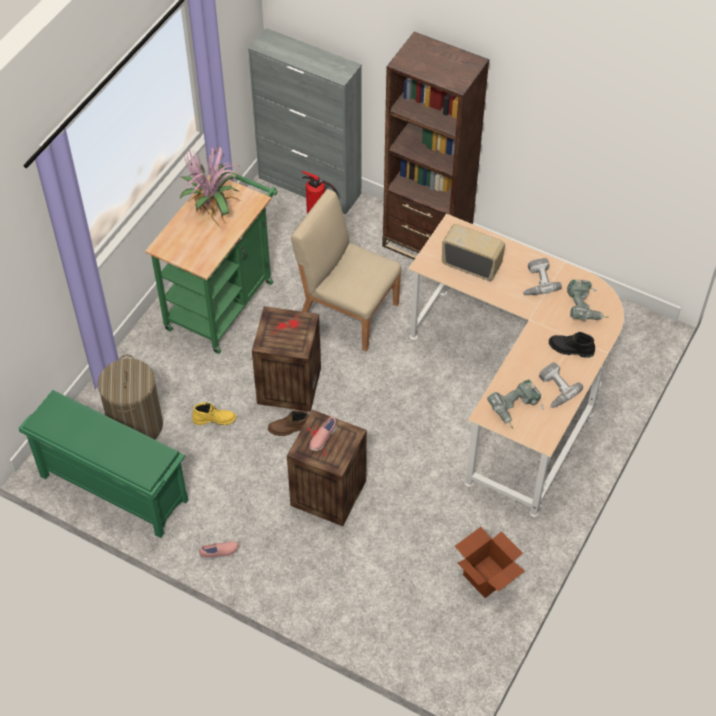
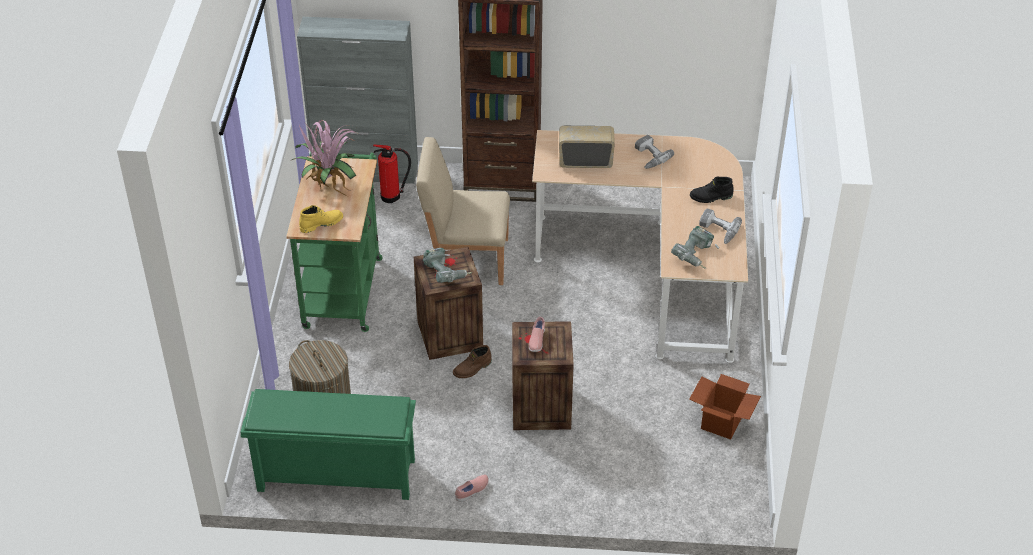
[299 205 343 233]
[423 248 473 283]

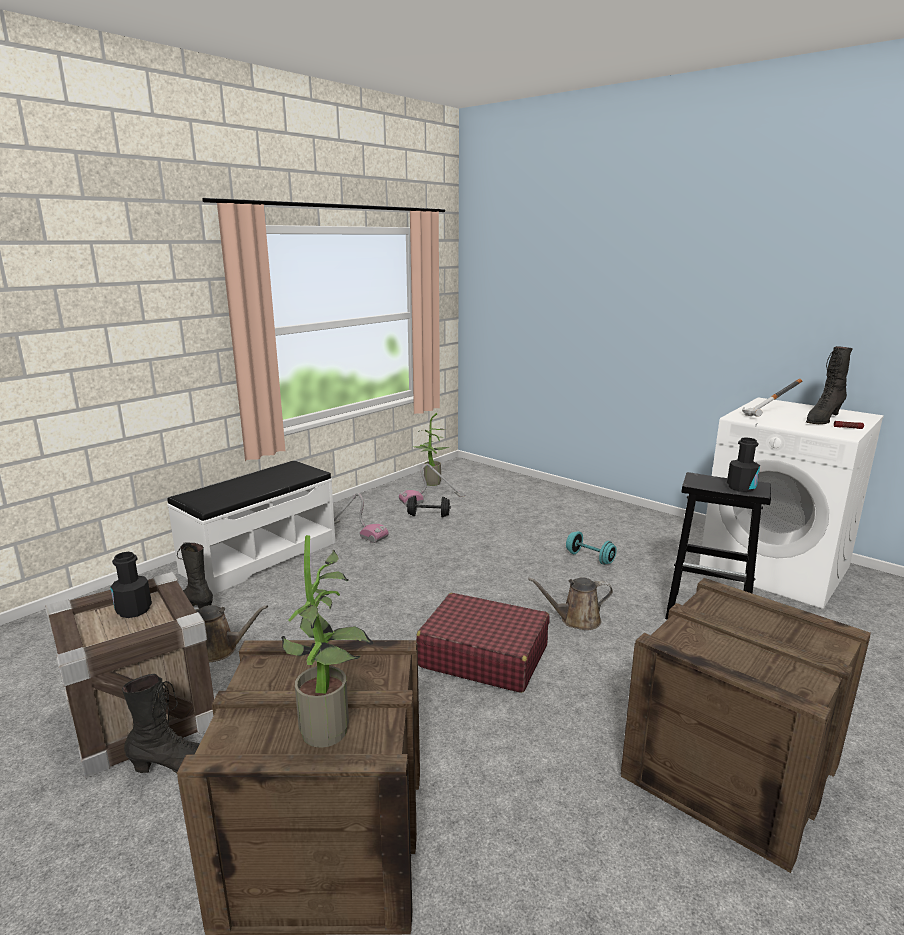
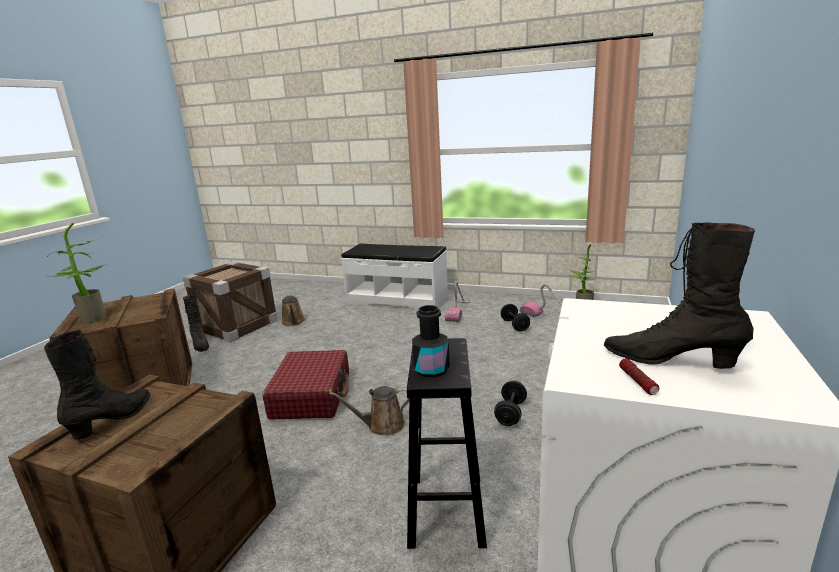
[110 552 152 618] (first image)
[44 329 151 440]
[329 386 410 436]
[494 381 527 426]
[742 379 802 417] (first image)

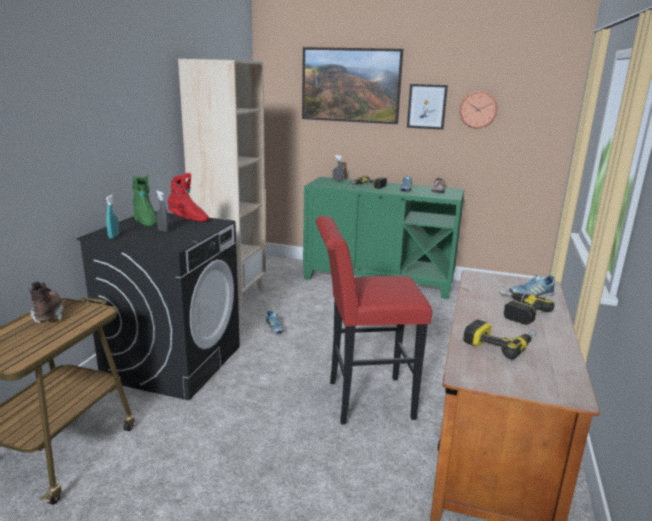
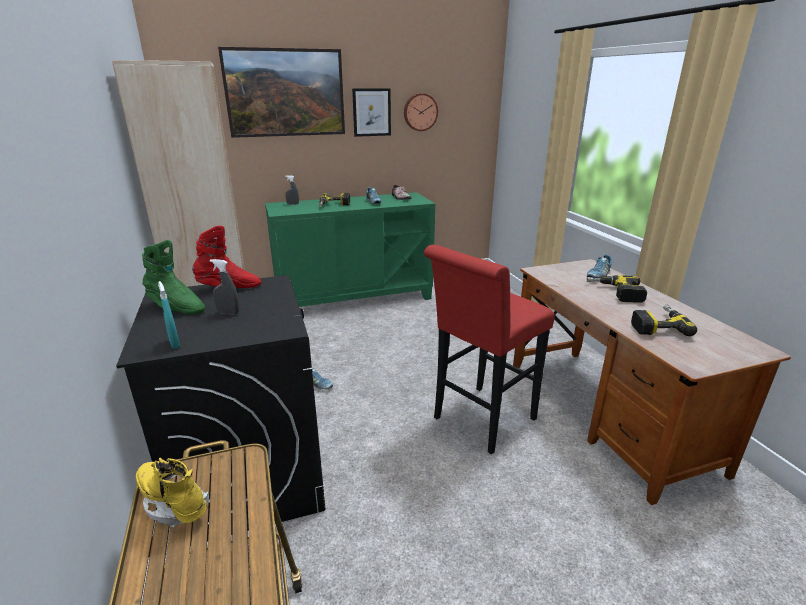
[136 457 211 527]

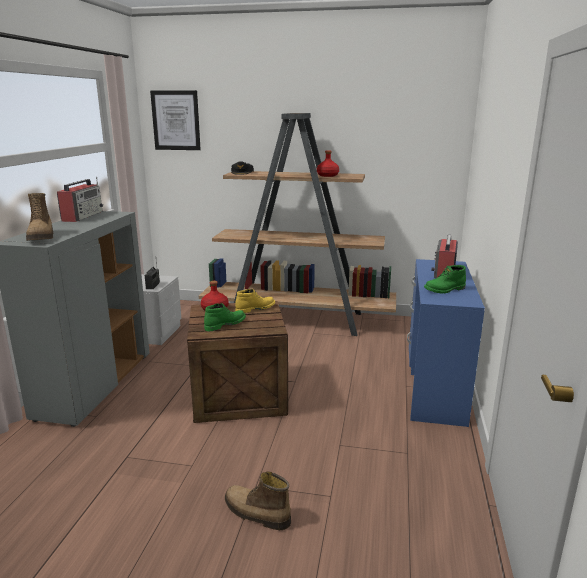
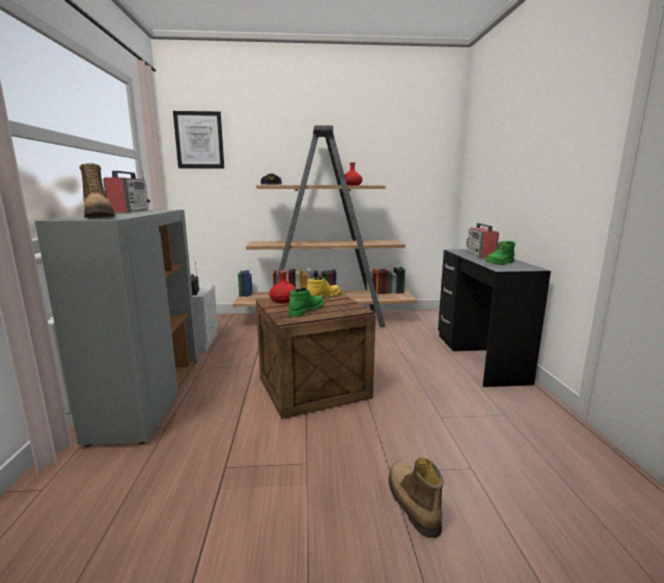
[389 457 444 538]
[438 249 551 387]

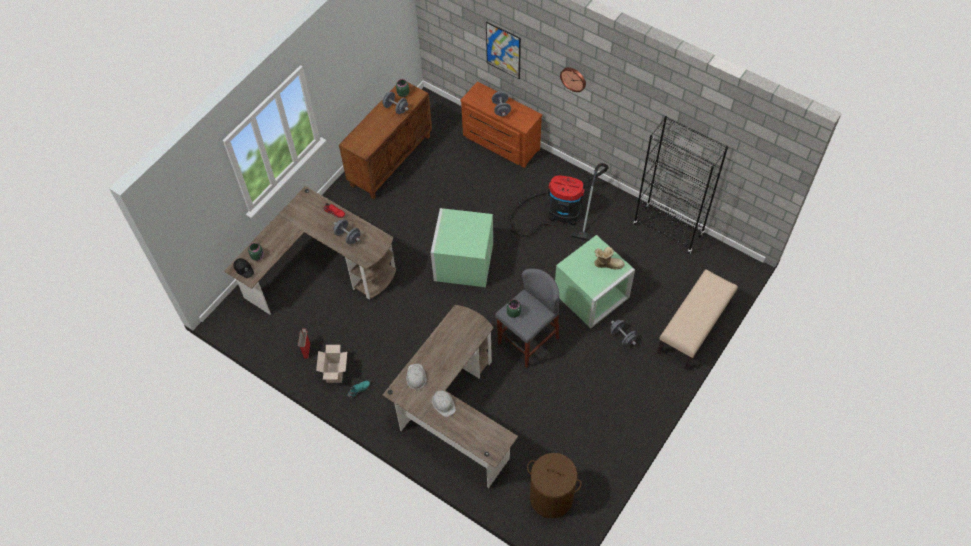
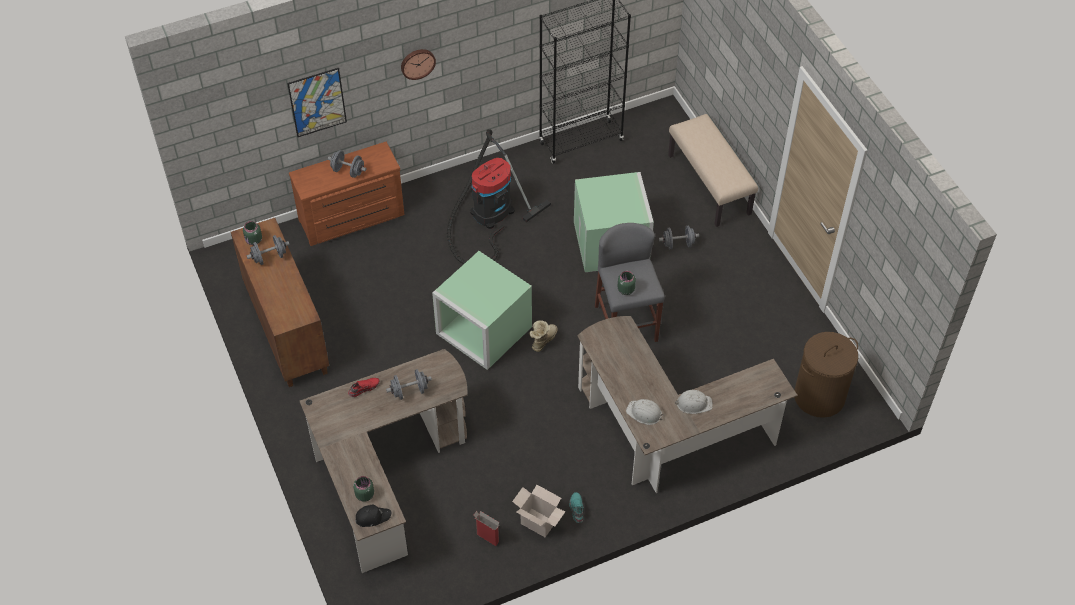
[529 320 558 352]

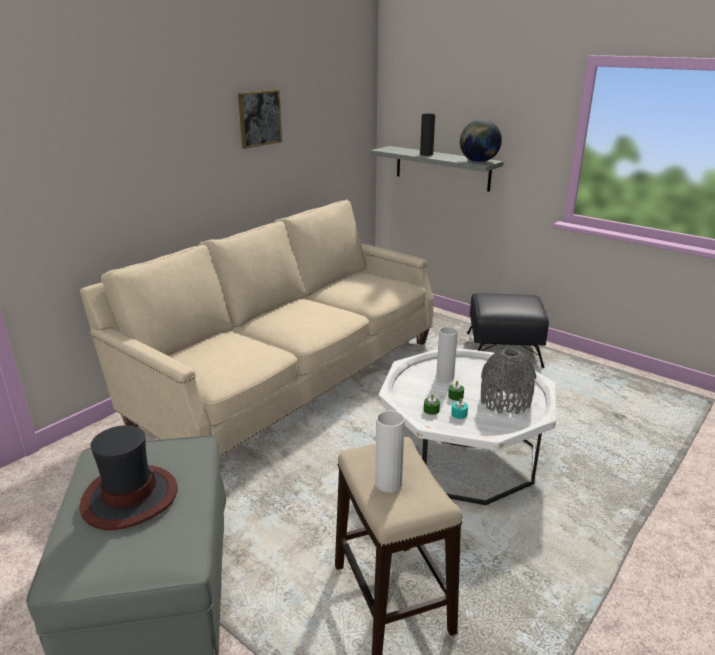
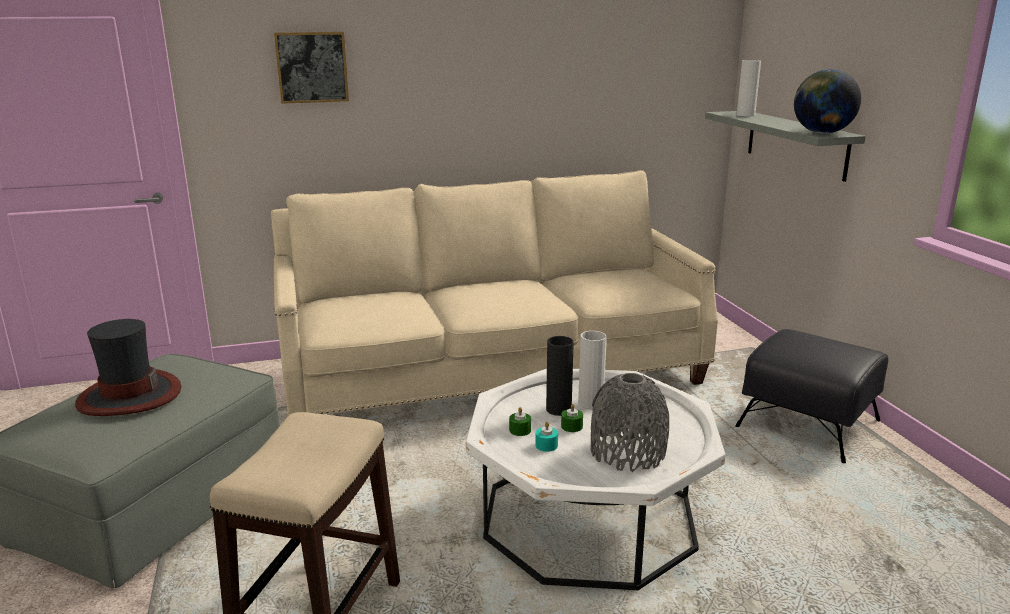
[274 32 349 104]
[737 60 761 116]
[546 336 574 416]

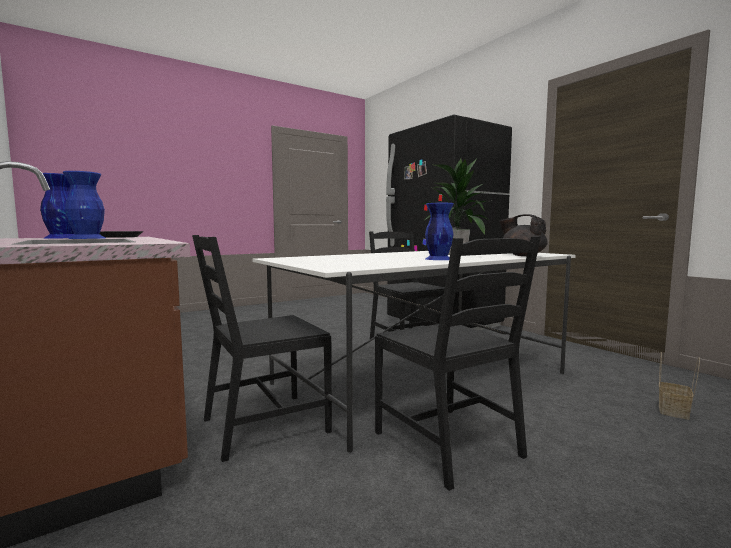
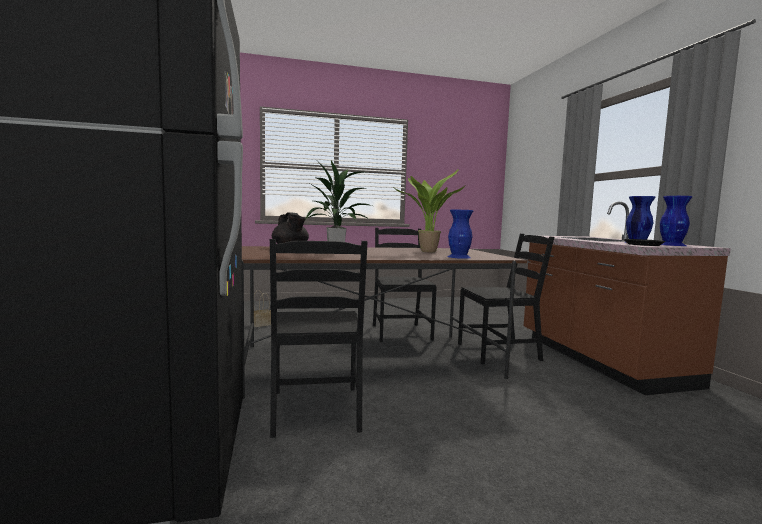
[242 246 527 399]
[448 209 473 259]
[394 169 465 252]

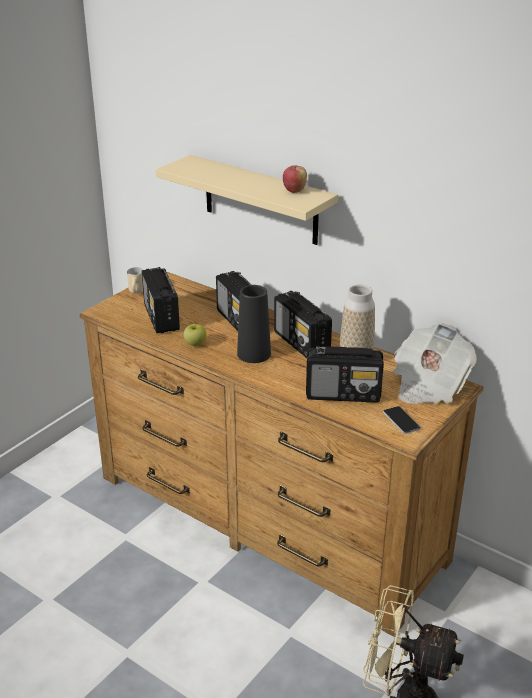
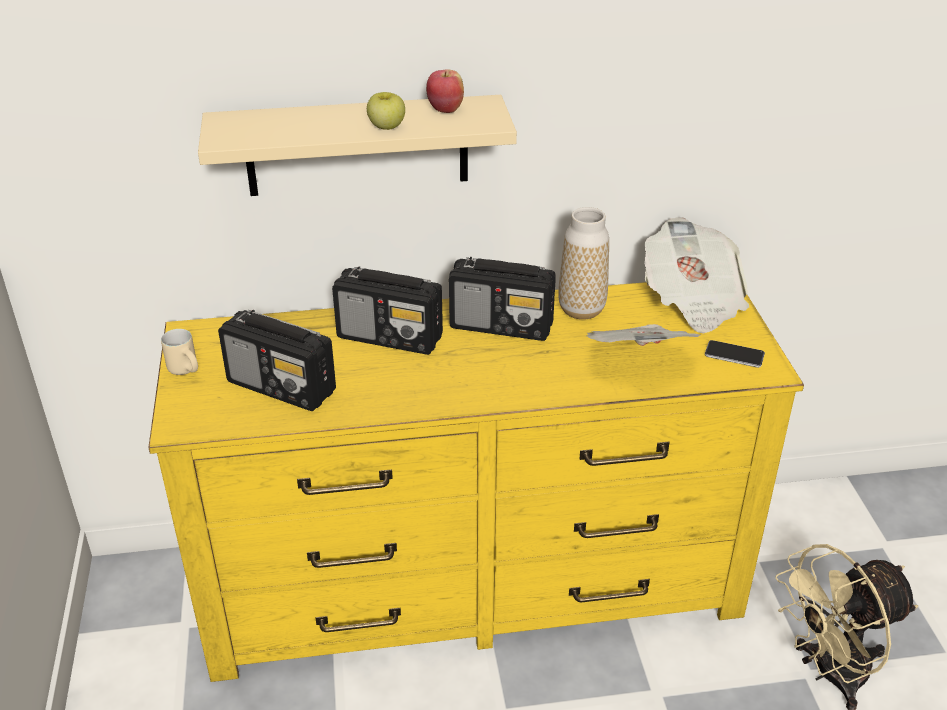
[148 282 804 682]
[367 92 405 130]
[237 285 271 363] (first image)
[587 324 700 346]

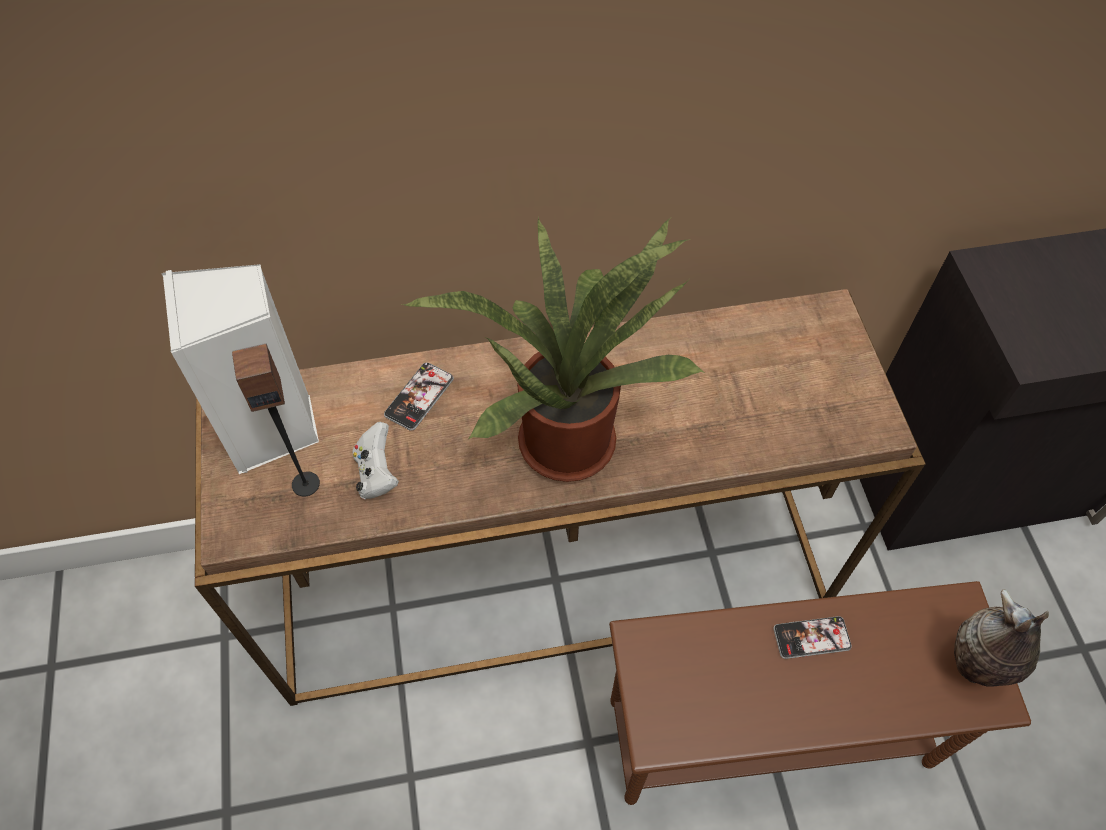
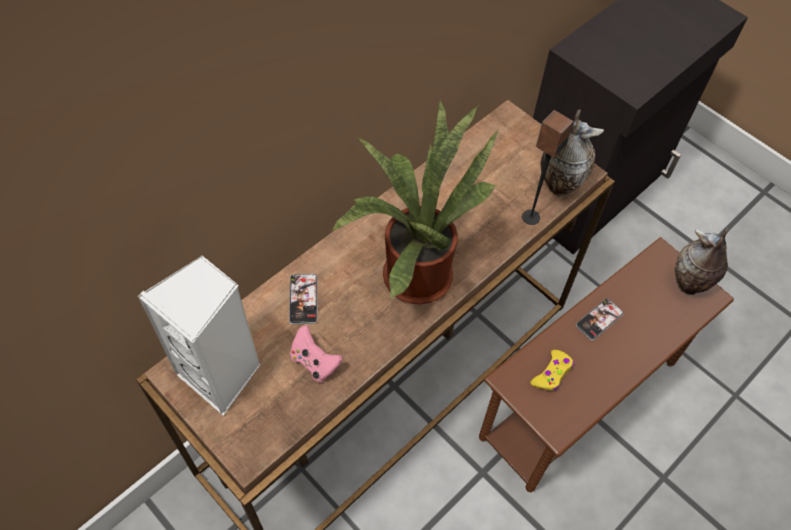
[522 110 574 225]
[290 325 343 382]
[530 350 574 390]
[540 109 604 197]

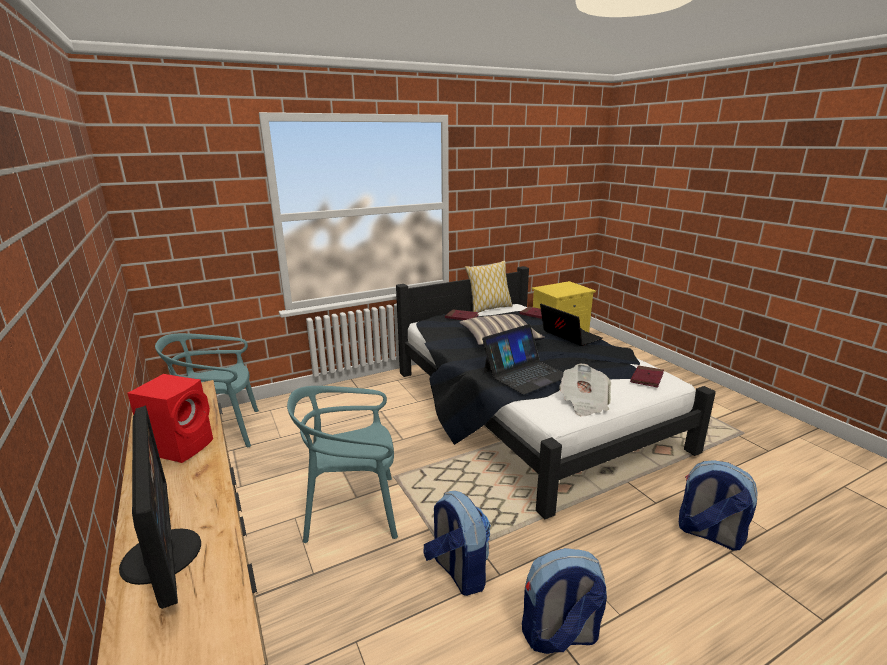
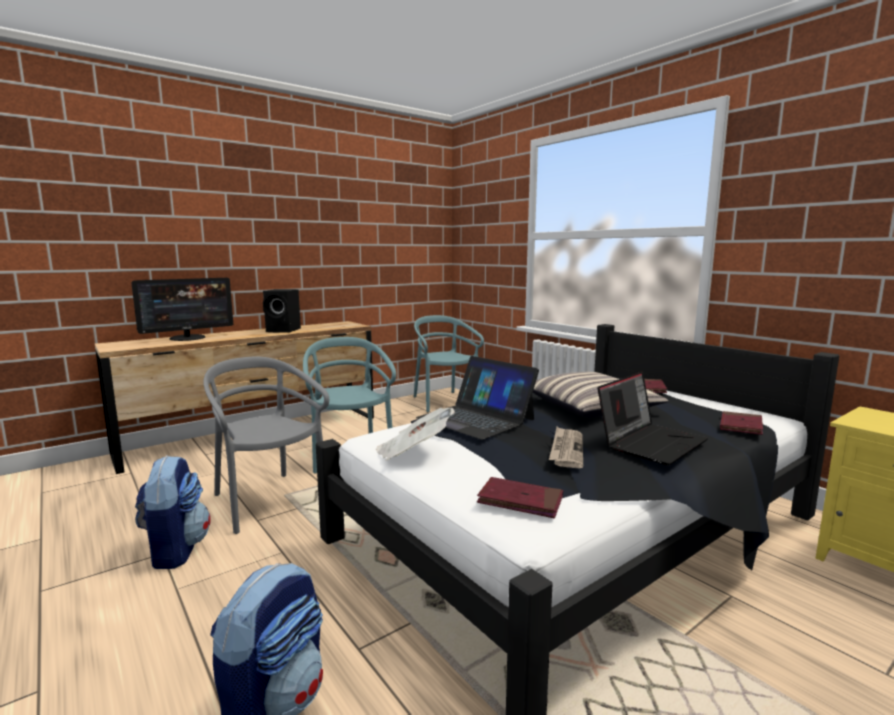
[263 289 301 333]
[203 357 329 534]
[465 261 513 312] (first image)
[549 427 583 468]

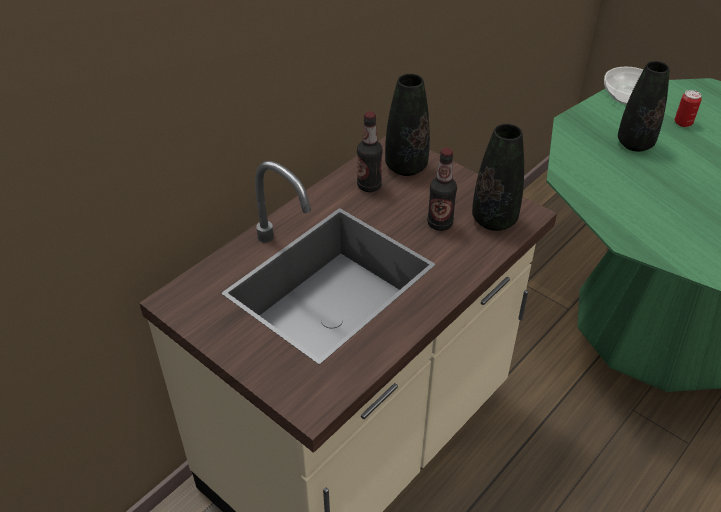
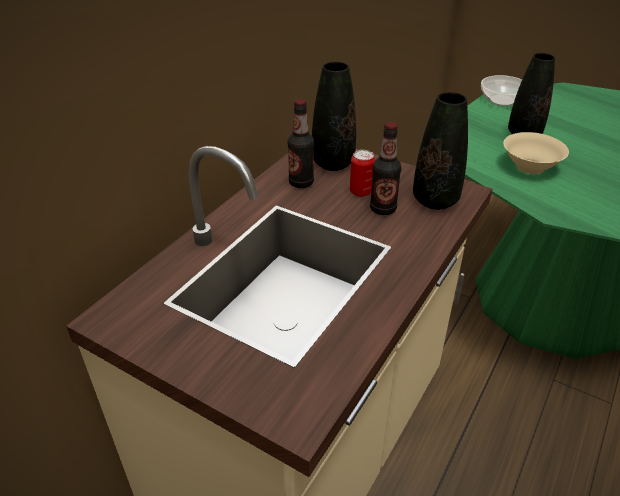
[350 150 375 197]
[503 132 569 174]

